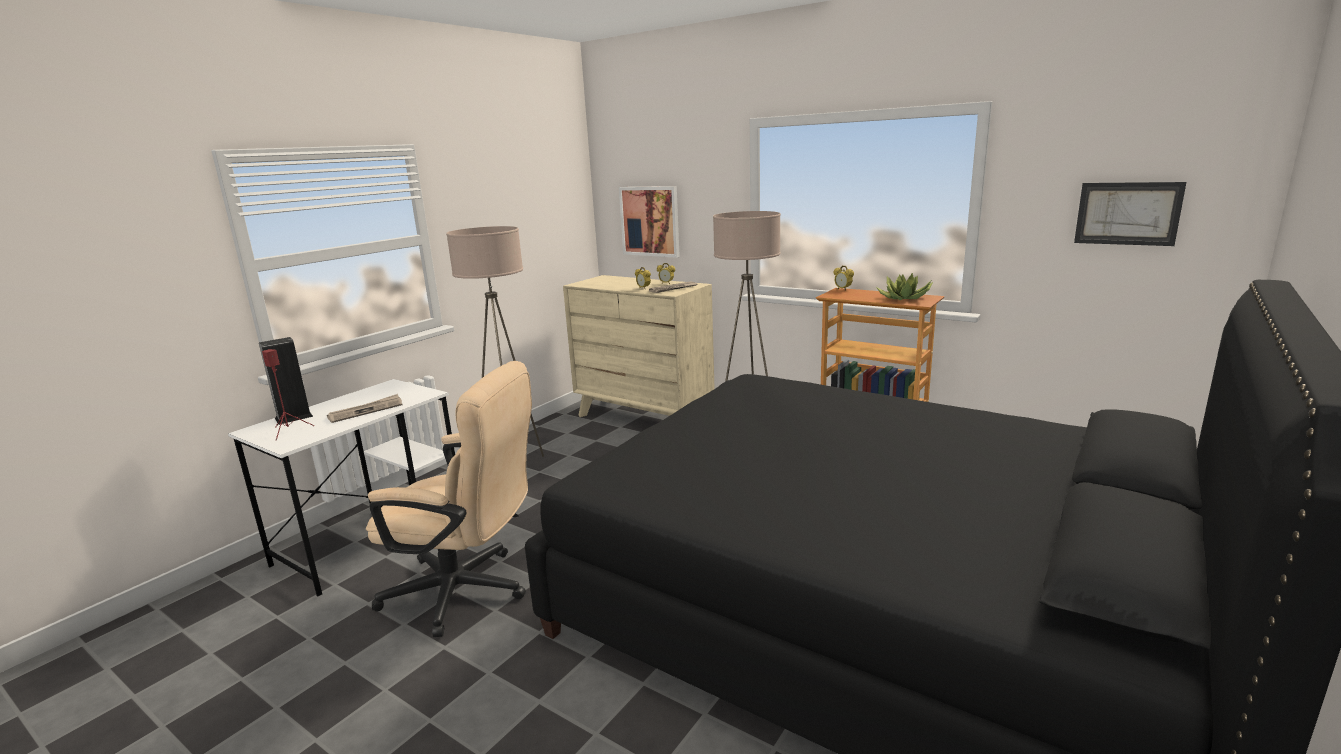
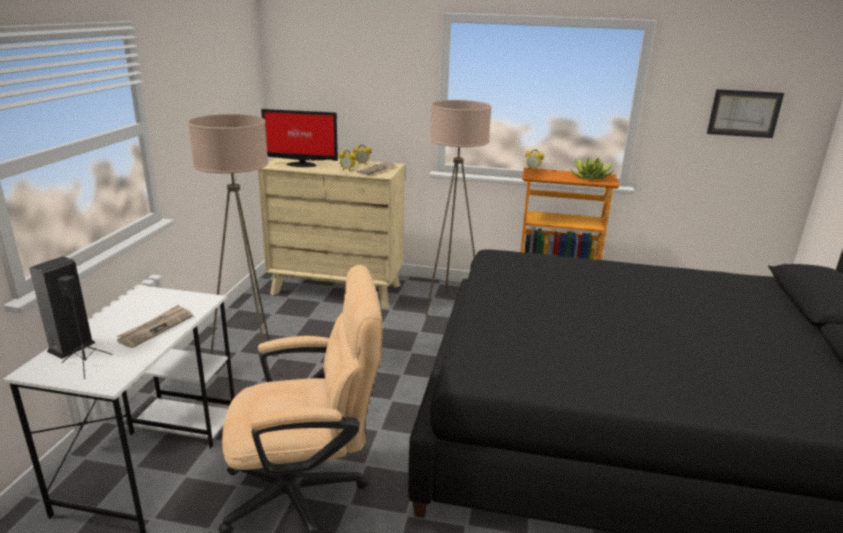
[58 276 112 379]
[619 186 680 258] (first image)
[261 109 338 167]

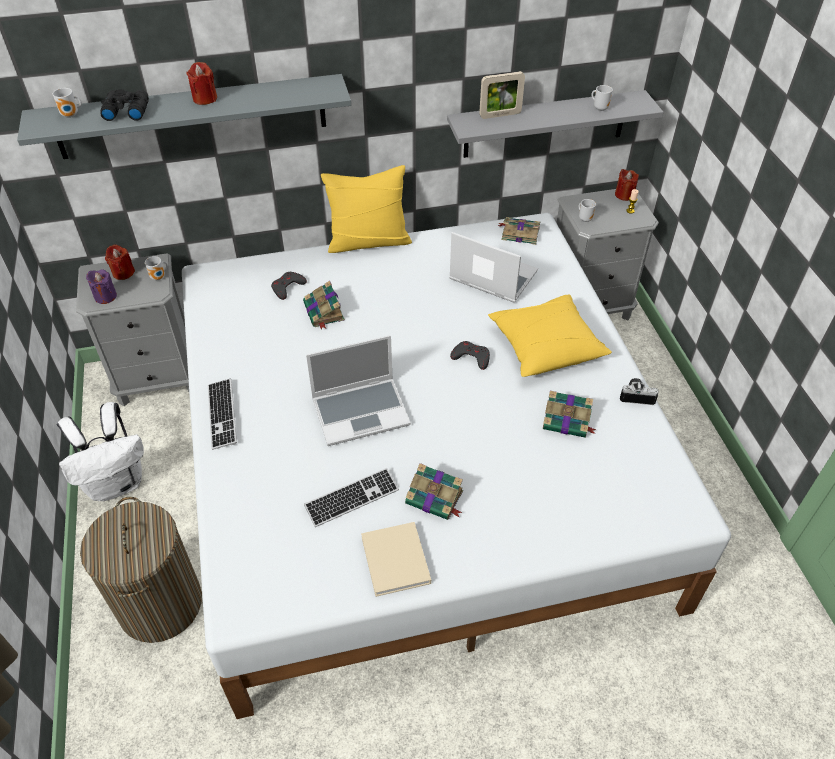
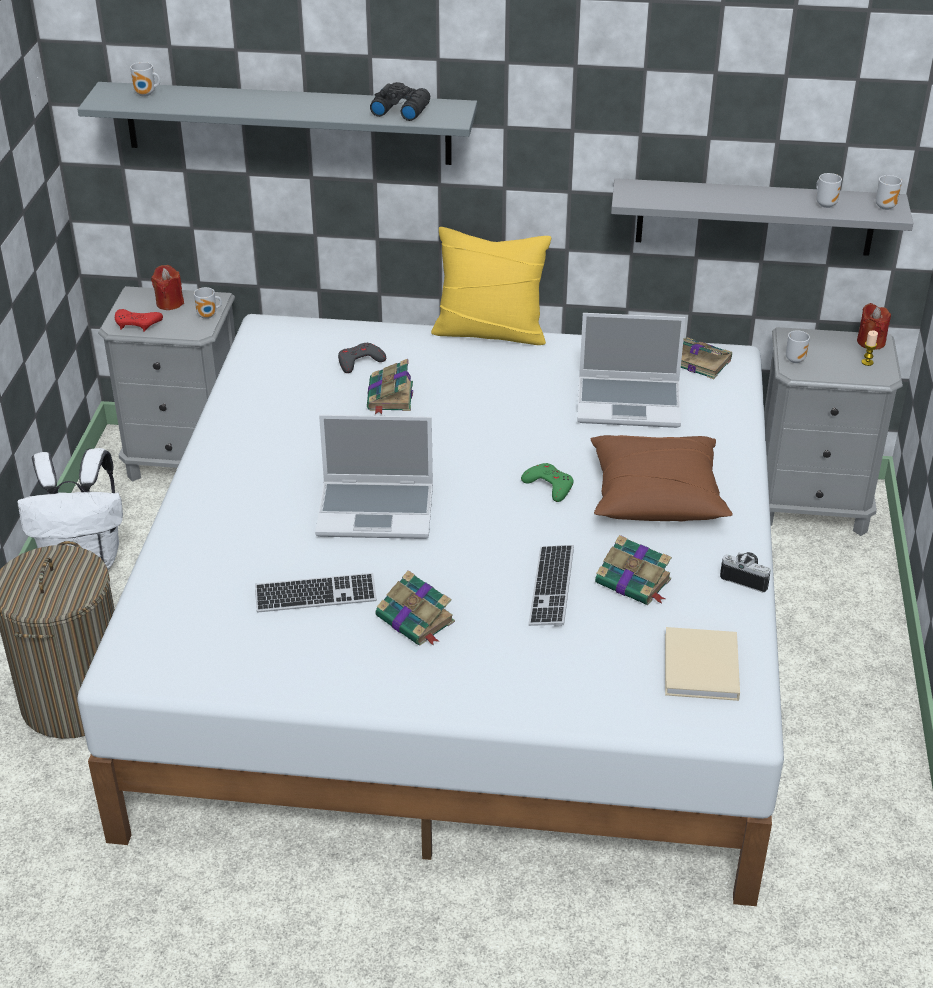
[115 309 163 332]
[370 82 430 121]
[186 62 217 105] (first image)
[529 545 574 626]
[665 627 740 701]
[577 313 686 428]
[521 463 573 502]
[479 71 525 119] (first image)
[590 435 733 522]
[876 175 902 210]

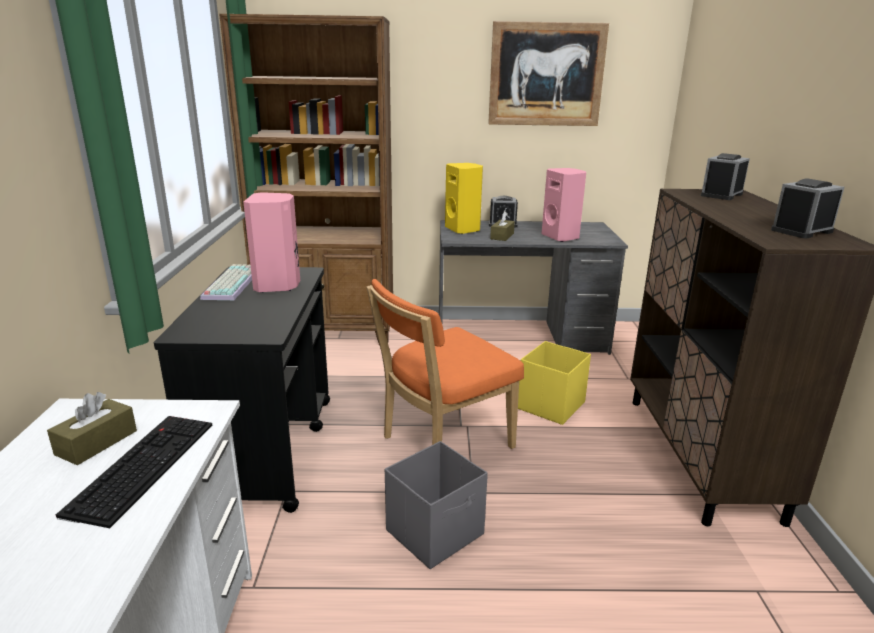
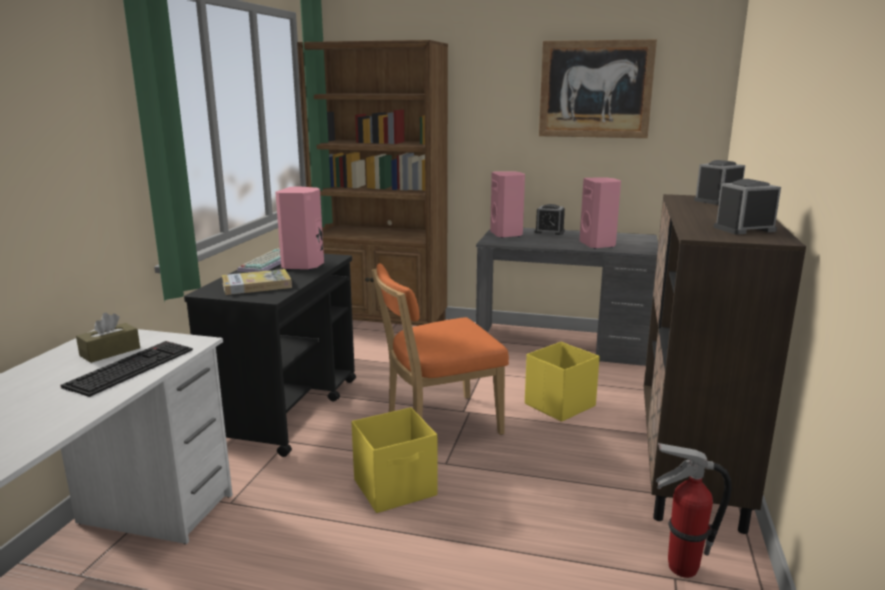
[352 407 438 513]
[490 171 525 238]
[490 211 515 241] (first image)
[222 269 292 295]
[656 443 732 578]

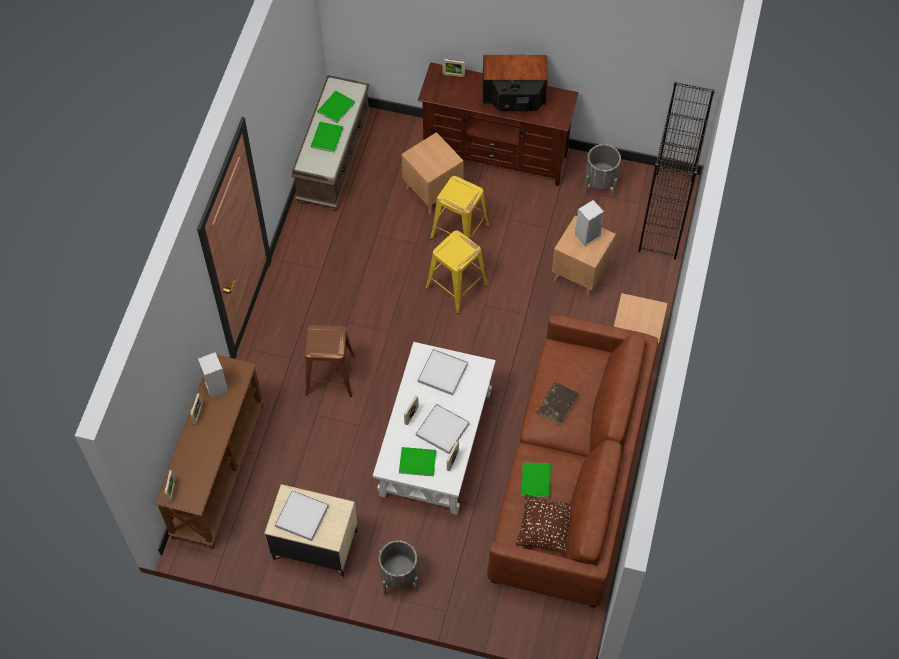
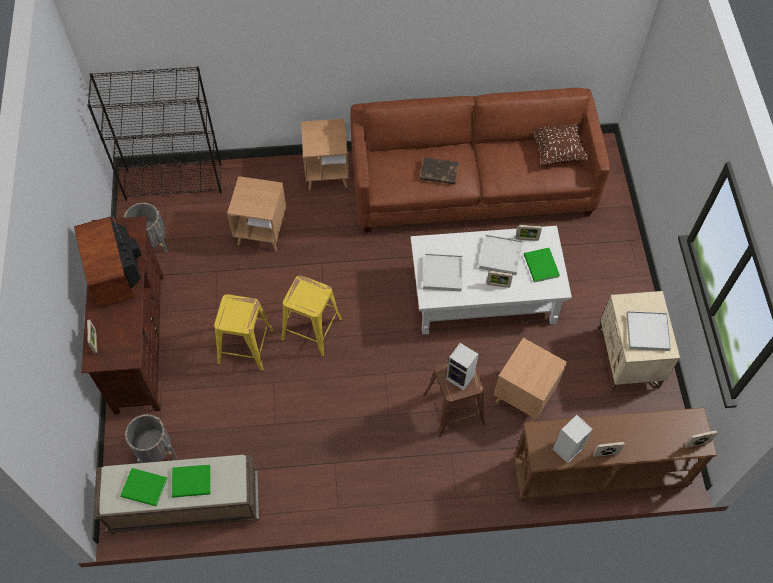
[125 414 177 463]
[494 338 567 422]
[522 462 551 498] (first image)
[446 343 478 390]

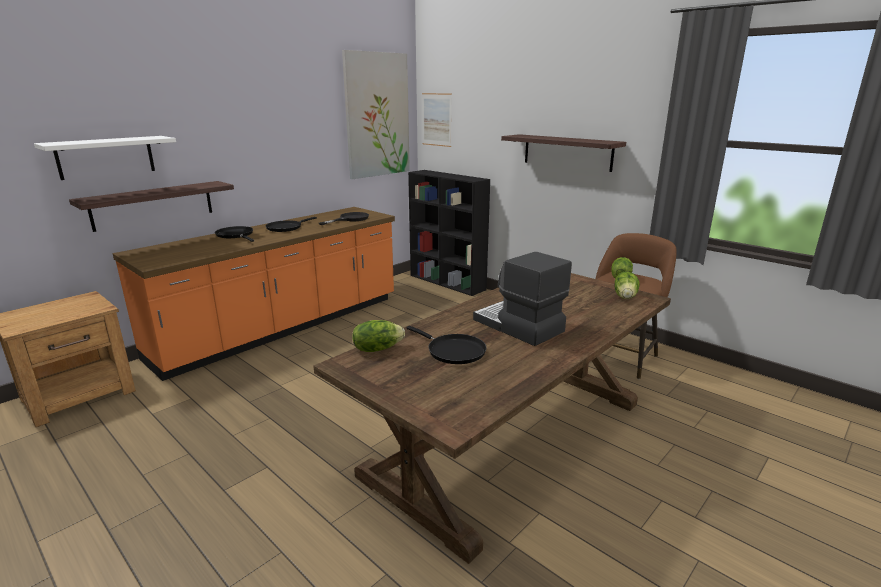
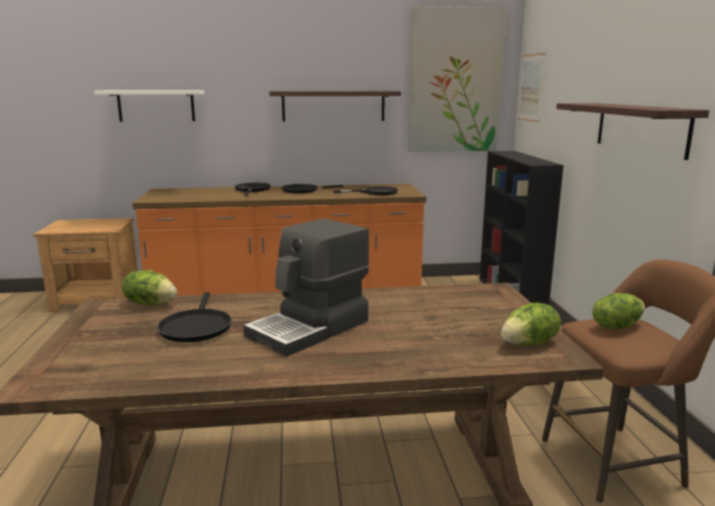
[269 91 401 122]
[243 219 369 357]

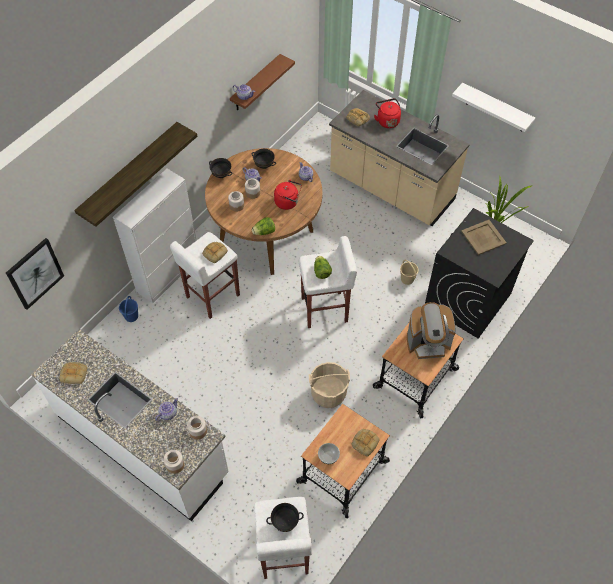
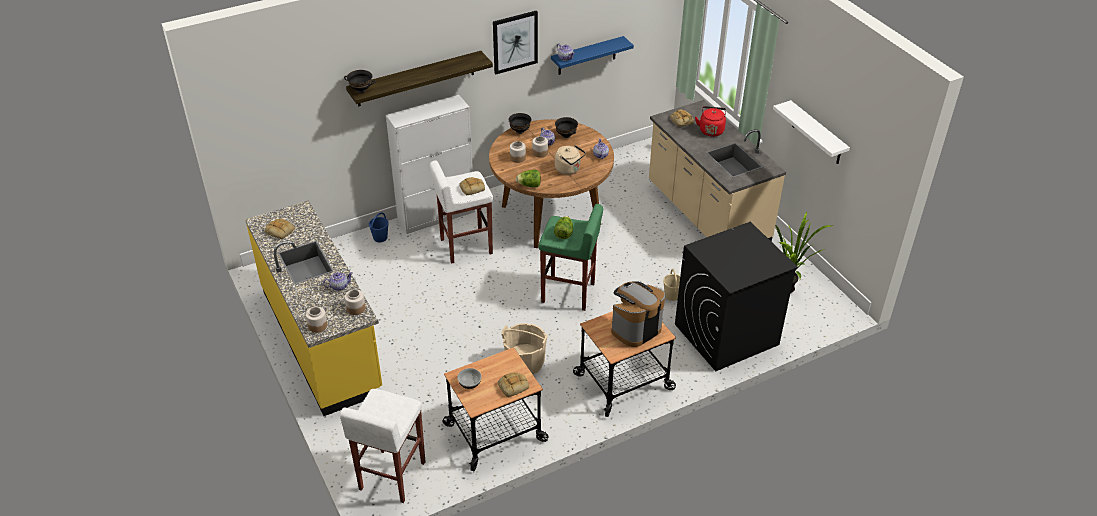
[493 11 538 74]
[245 200 382 416]
[551 36 634 75]
[344 70 376 93]
[555 145 586 175]
[538 204 603 311]
[611 281 665 347]
[461 220 507 255] (first image)

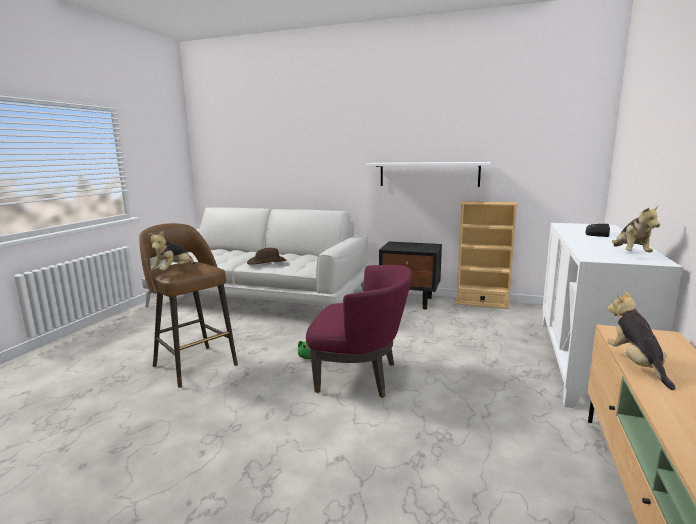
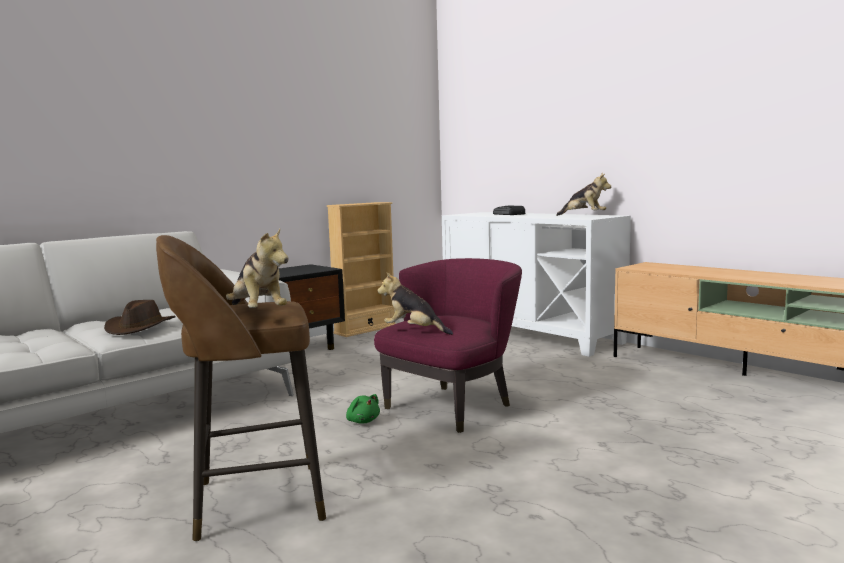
[366 162 491 187] (first image)
[378 272 453 335]

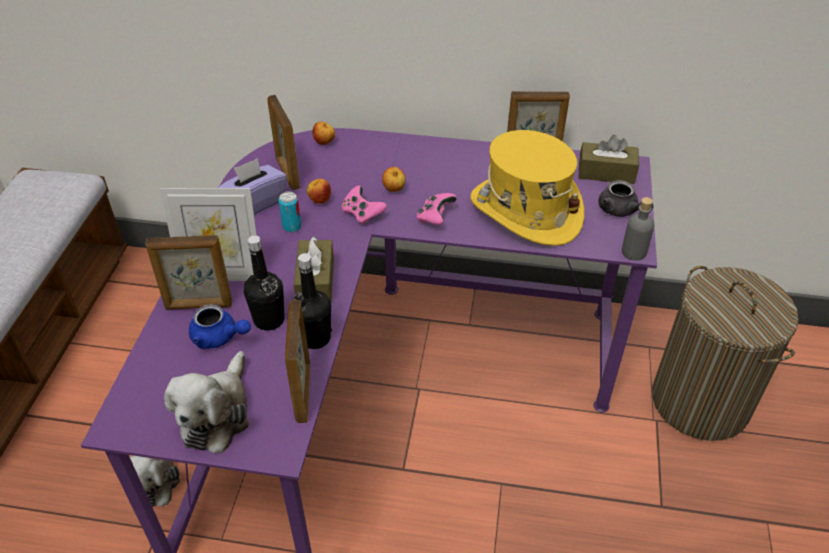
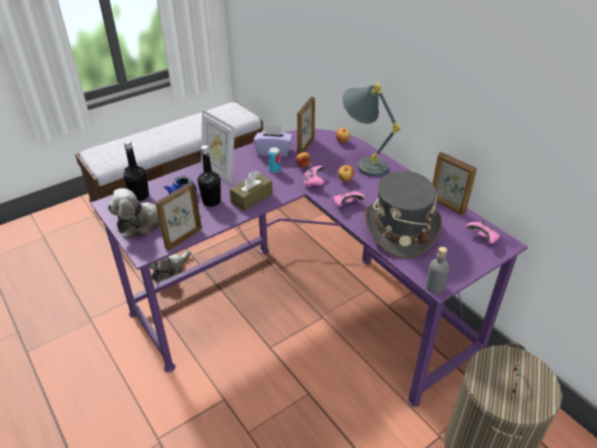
[145 235 232 309] (first image)
[124 140 149 201]
[365 171 442 259]
[466 221 500 244]
[598 180 653 217] (first image)
[342 84 401 176]

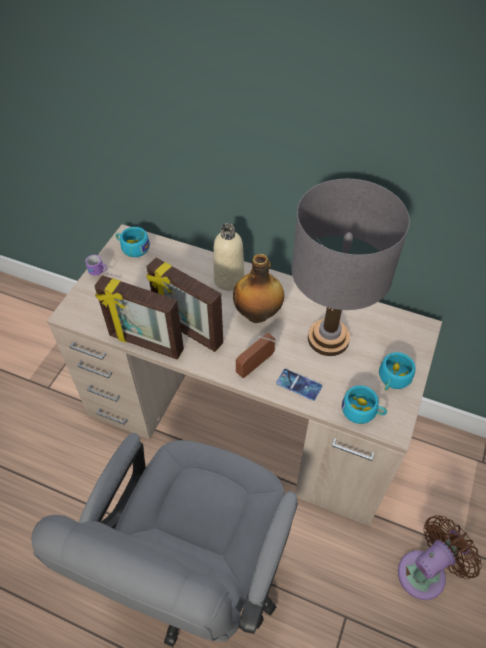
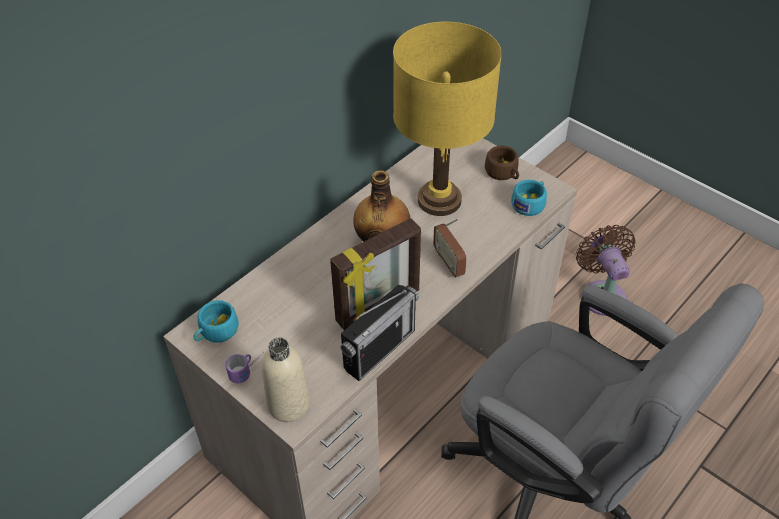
[341 285 419 381]
[261 337 310 422]
[276 369 322 401] (first image)
[393 22 502 216]
[485 146 519 180]

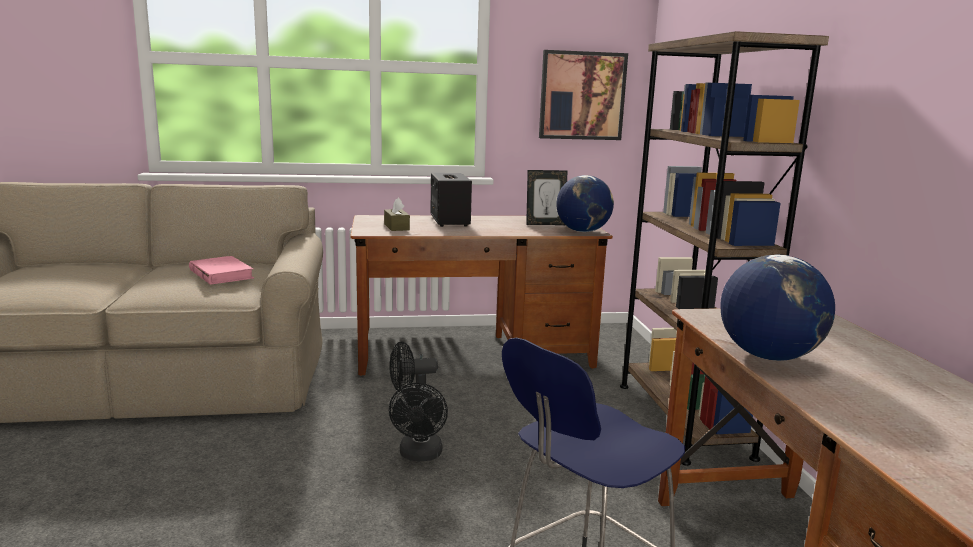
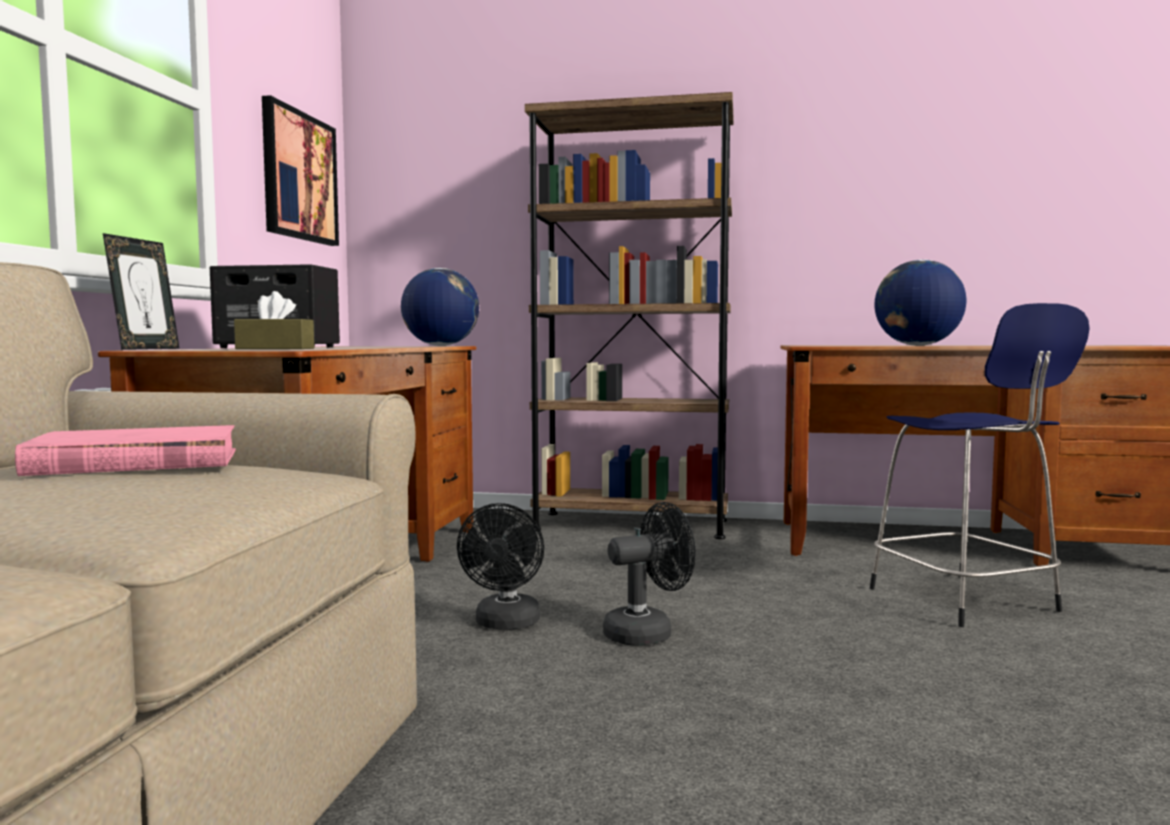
[603 502 696 645]
[103 233 180 350]

